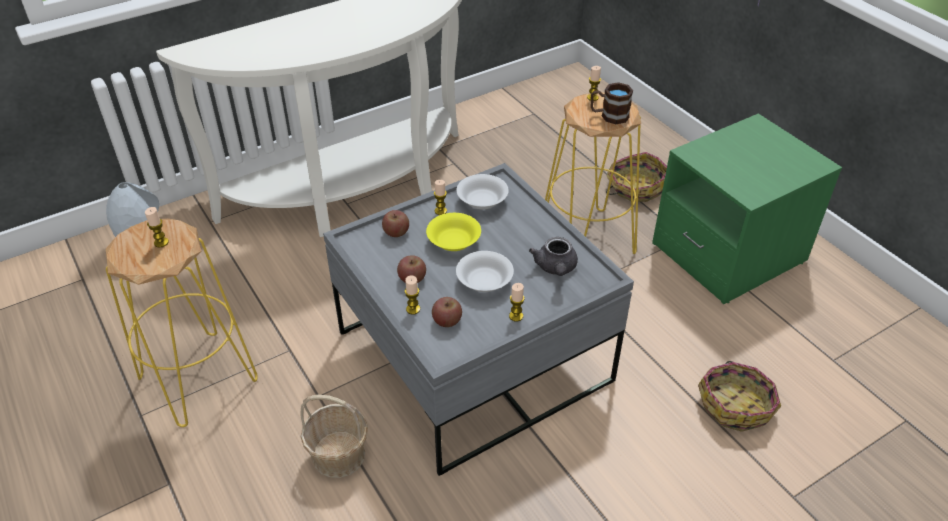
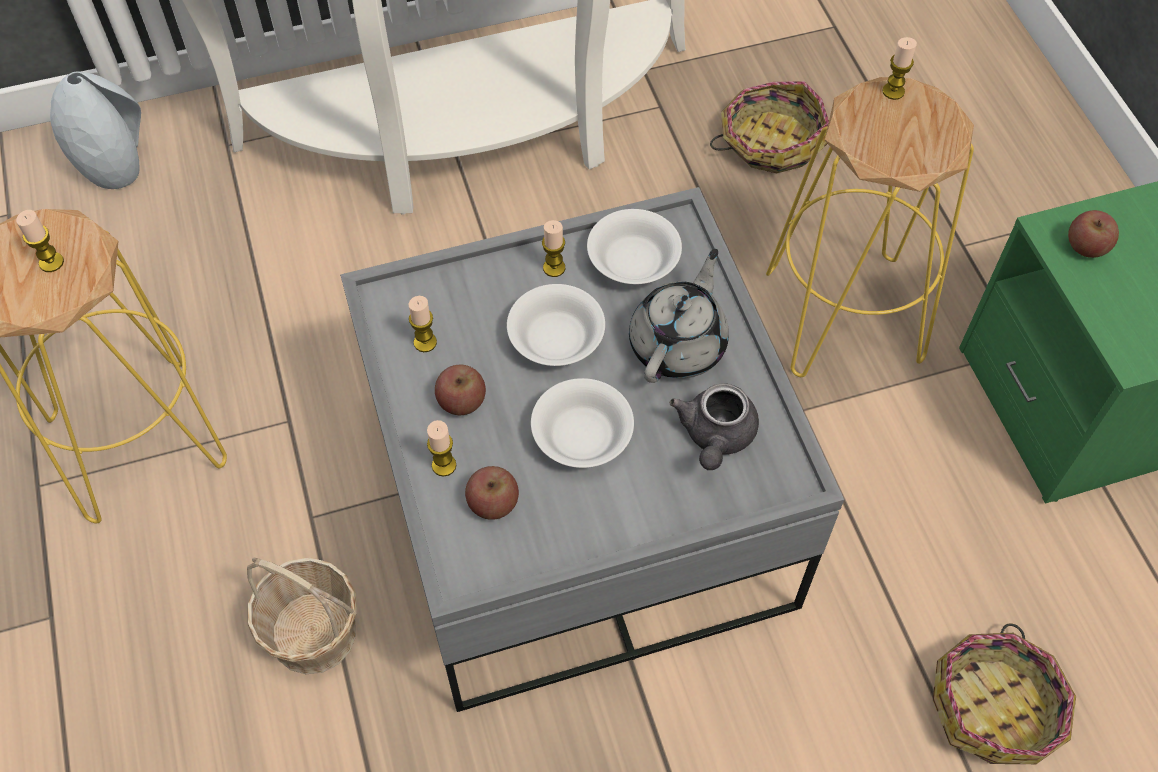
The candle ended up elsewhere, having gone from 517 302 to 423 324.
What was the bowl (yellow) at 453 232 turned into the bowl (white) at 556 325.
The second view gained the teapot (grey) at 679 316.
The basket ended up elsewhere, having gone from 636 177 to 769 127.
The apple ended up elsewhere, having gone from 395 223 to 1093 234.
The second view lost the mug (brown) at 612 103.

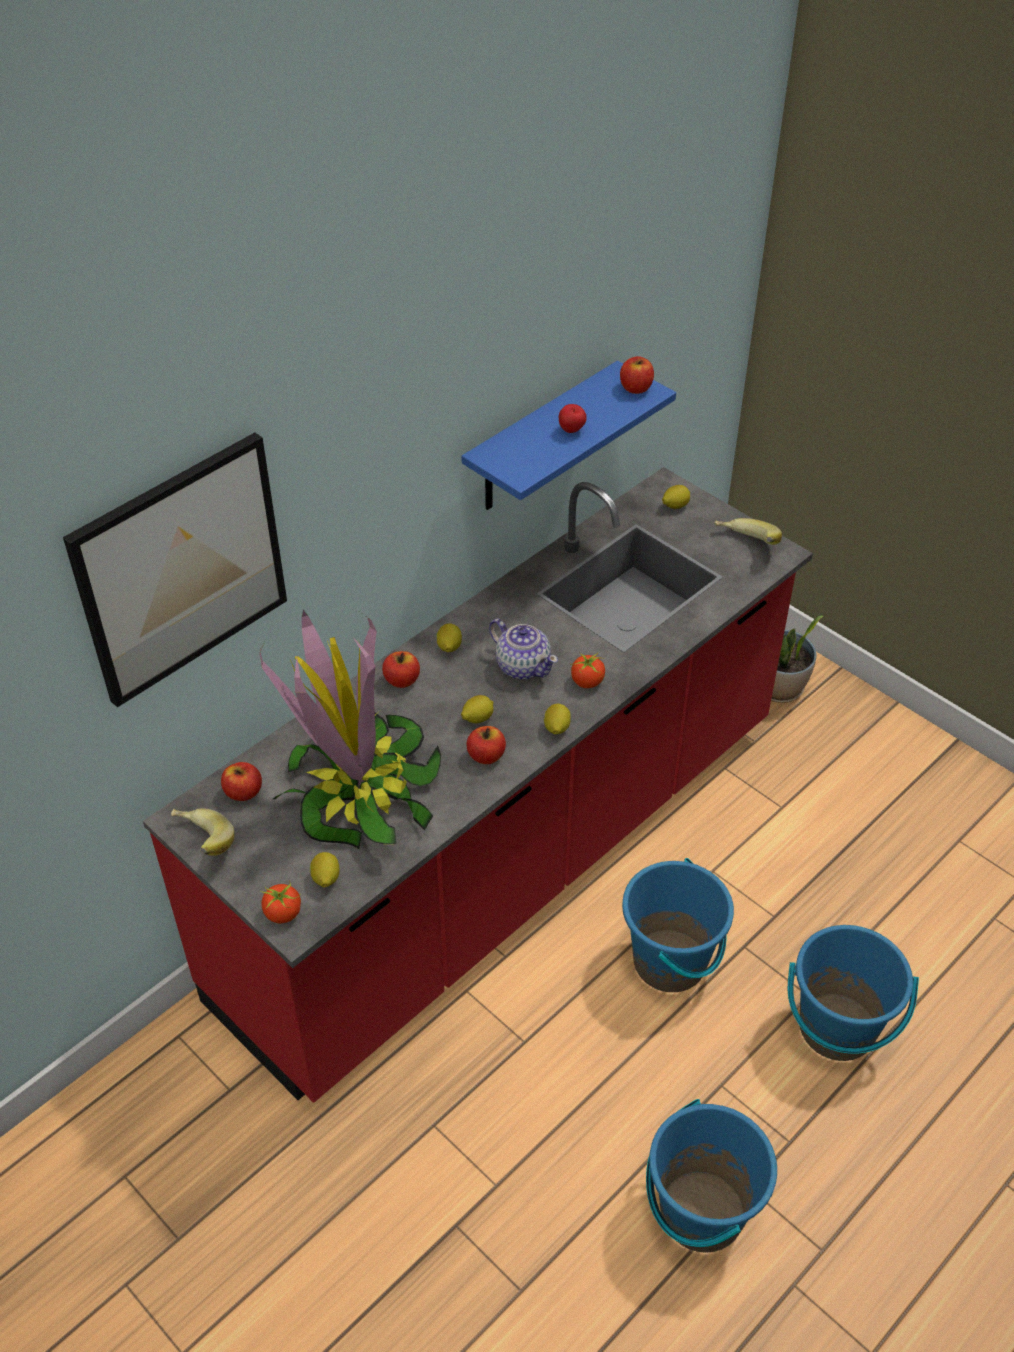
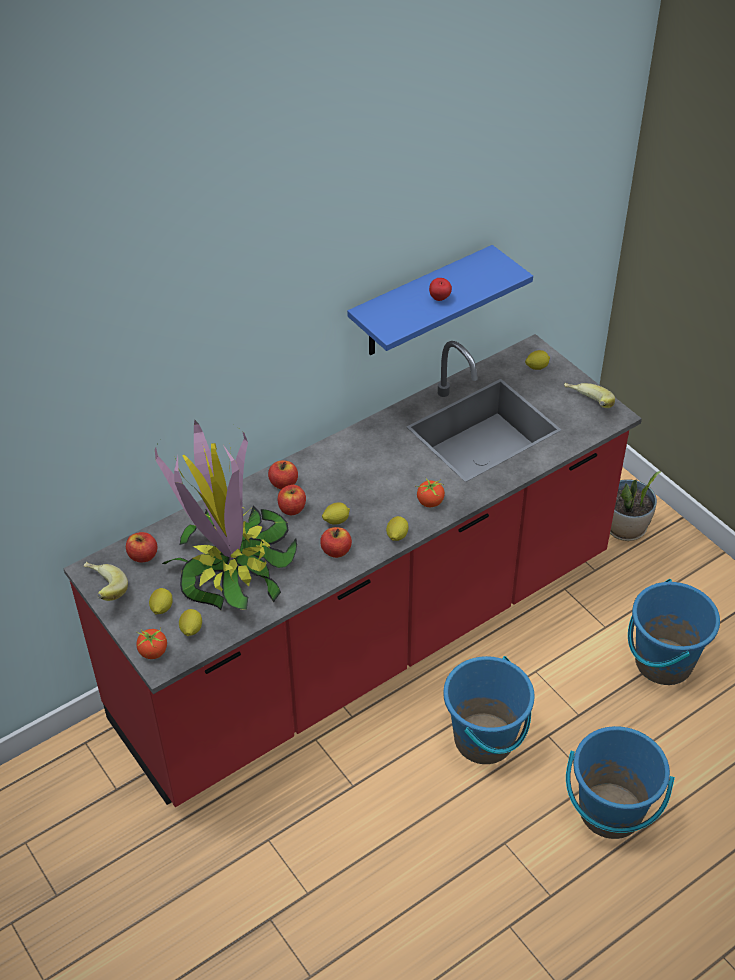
The lemon ended up elsewhere, having gone from 449 637 to 161 601.
The apple ended up elsewhere, having gone from 637 375 to 292 500.
The bucket (blue) ended up elsewhere, having gone from 711 1176 to 674 632.
The second view lost the picture at 175 570.
The second view lost the teapot at 523 649.

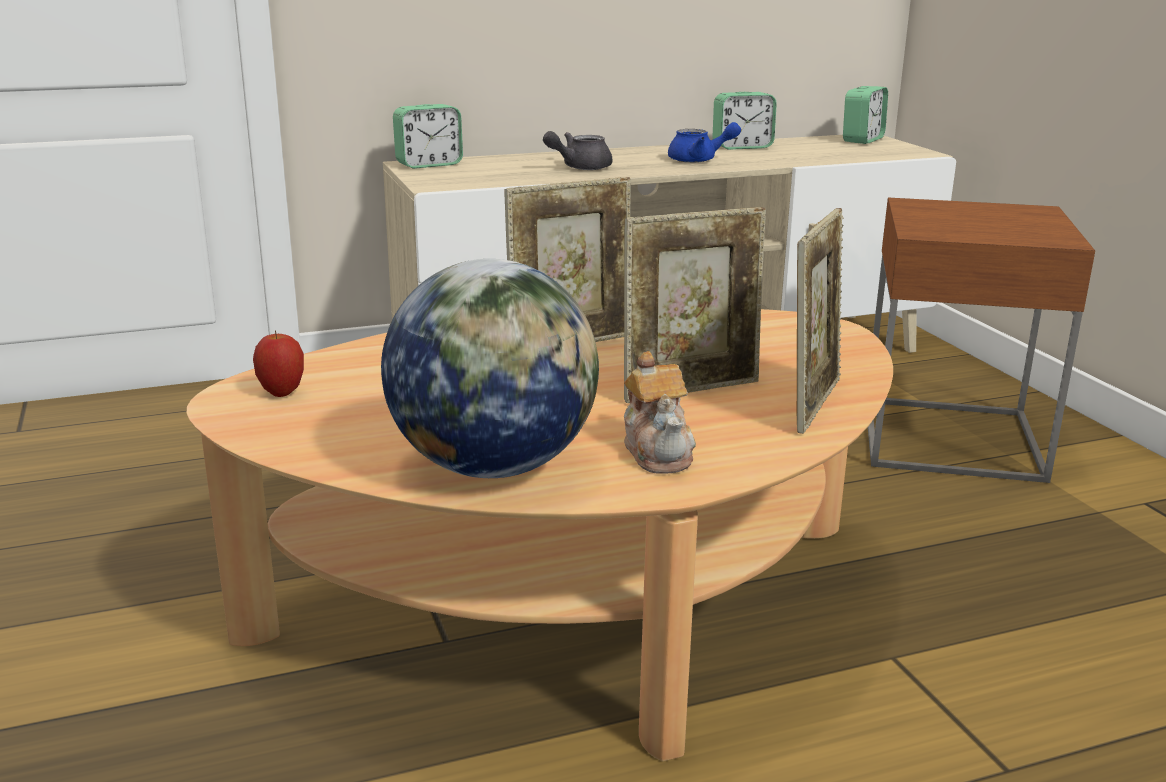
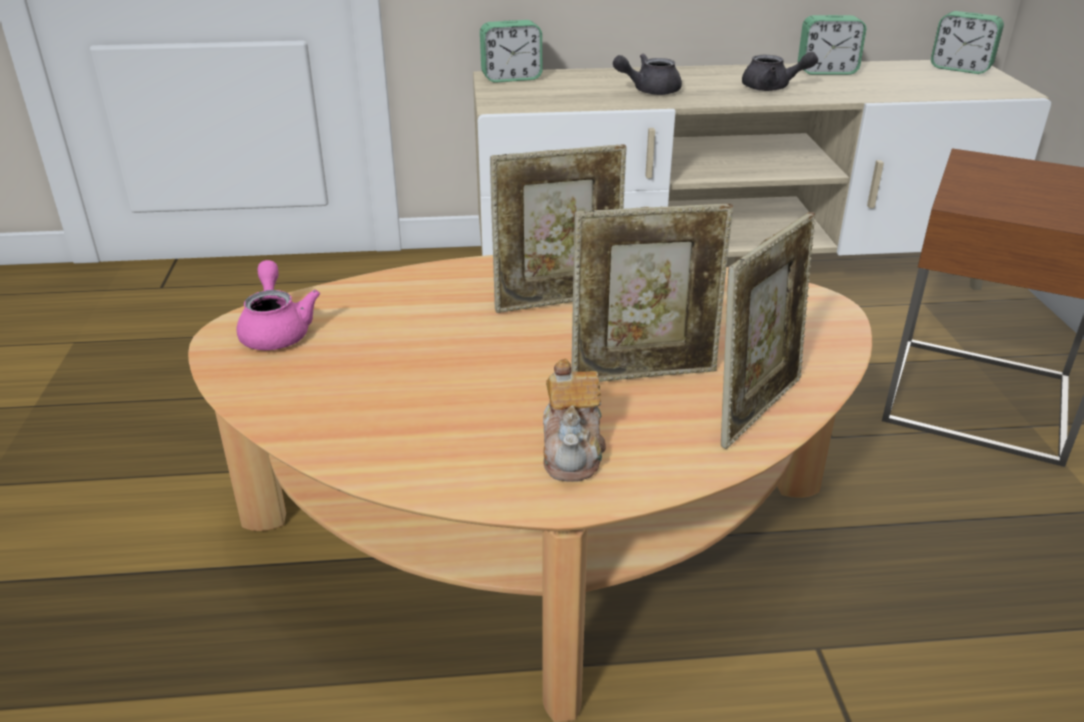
Where the apple stood at 278 363, the teapot (pink) came to stand at 278 305.
What was the teapot (blue) at 704 142 turned into the teapot (grey) at 780 71.
The alarm clock at 865 115 ended up facing another way, 75 degrees clockwise from before.
The second view lost the globe at 490 368.

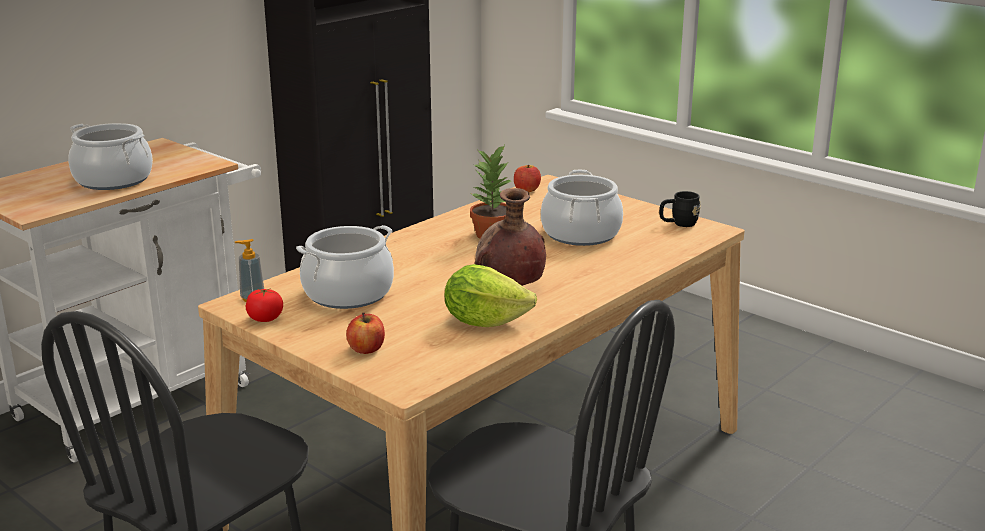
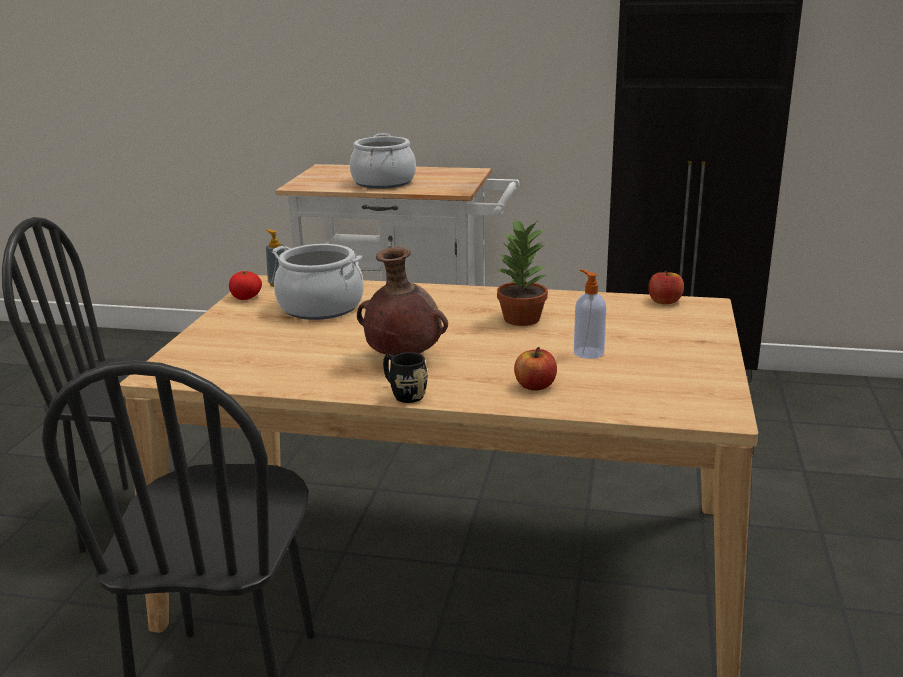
The mug (black) ended up elsewhere, having gone from 680 209 to 405 377.
The apple ended up elsewhere, having gone from 365 333 to 535 369.
Where the cooking pot stood at 582 208, the soap dispenser came to stand at 590 314.
The second view lost the lettuce at 491 295.

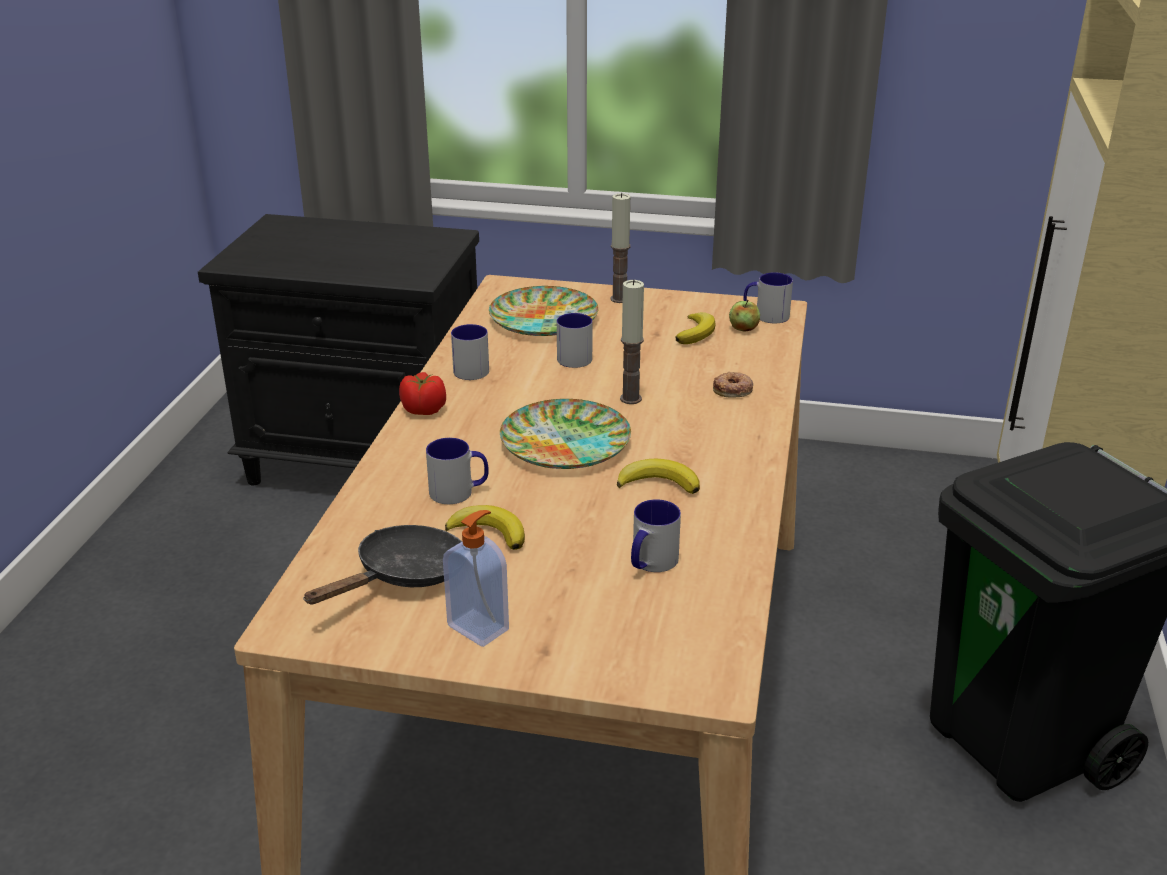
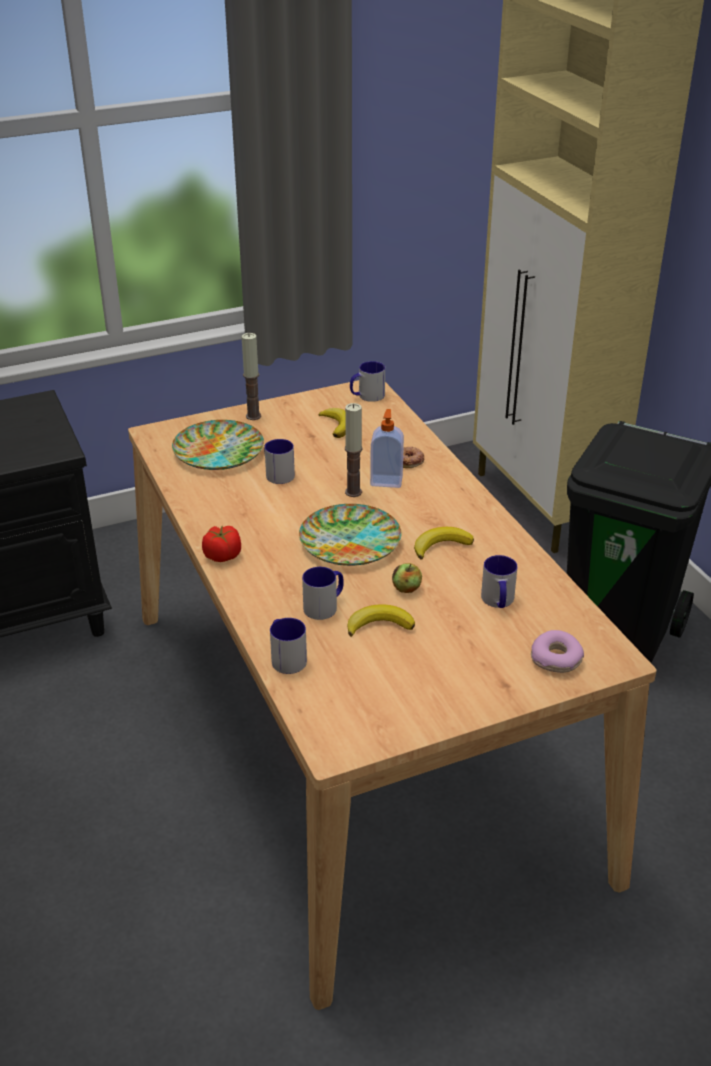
The mug ended up elsewhere, having gone from 470 352 to 288 646.
The soap dispenser ended up elsewhere, having gone from 476 578 to 387 448.
The apple ended up elsewhere, having gone from 744 316 to 407 578.
The second view gained the donut at 557 651.
The second view lost the frying pan (black) at 382 565.

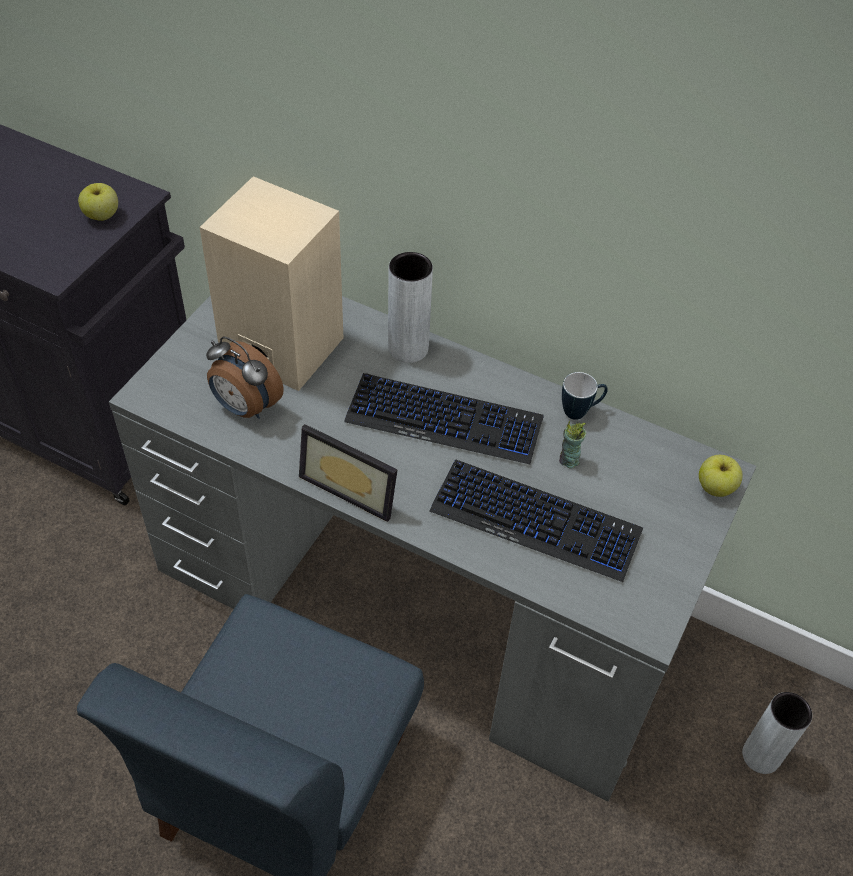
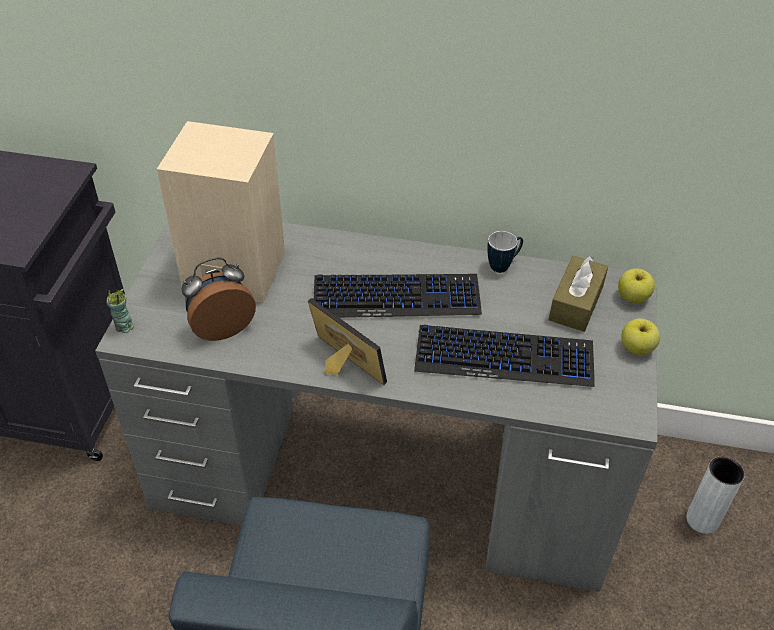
The cup ended up elsewhere, having gone from 572 445 to 120 311.
The alarm clock at 245 378 ended up facing another way, 135 degrees clockwise from before.
The picture frame at 348 473 ended up facing another way, 150 degrees counterclockwise from before.
The second view gained the tissue box (brown) at 578 294.
The apple ended up elsewhere, having gone from 98 202 to 640 336.
The second view lost the vase (grey) at 410 307.

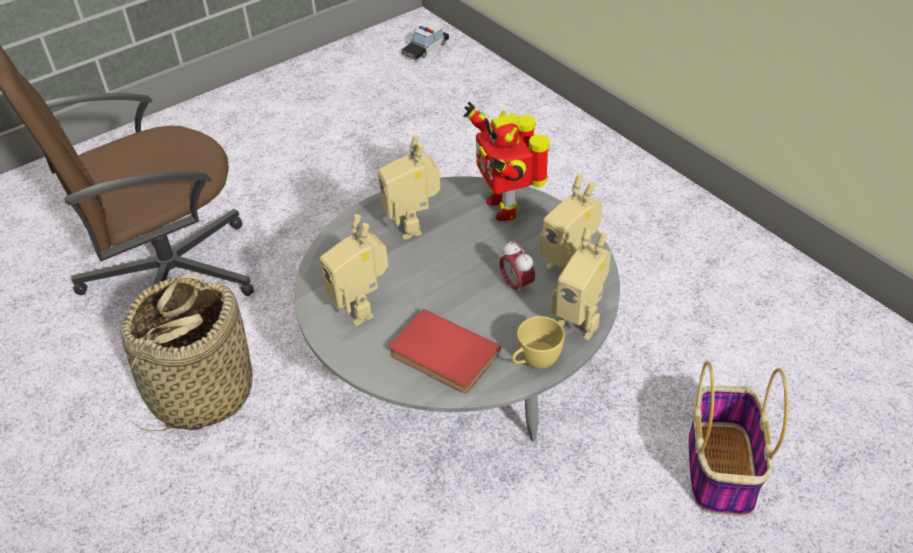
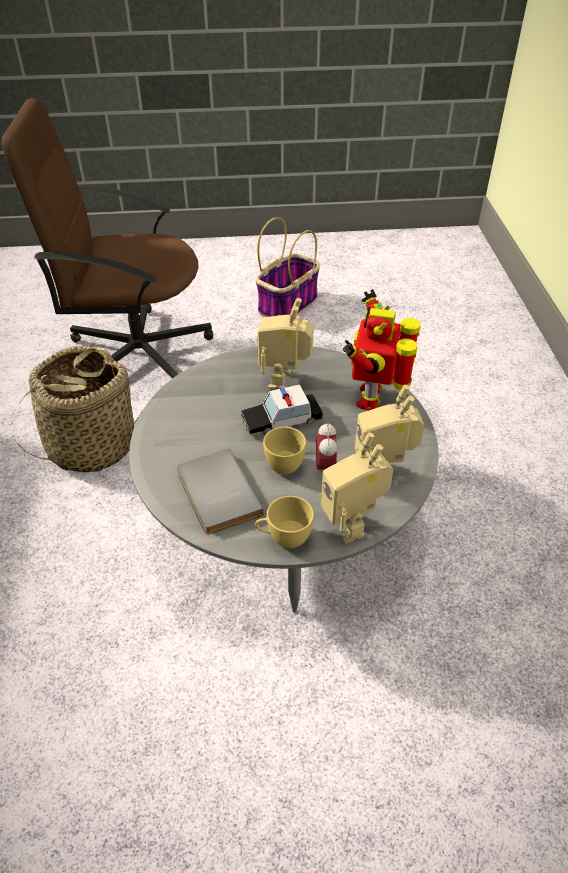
What was the book (red) at 445 351 turned into the book (grey) at 220 492.
The toy car ended up elsewhere, having gone from 425 42 to 282 410.
The basket ended up elsewhere, having gone from 738 438 to 287 267.
The second view gained the cup (yellow) at 284 450.
The second view lost the toy robot at 354 270.

